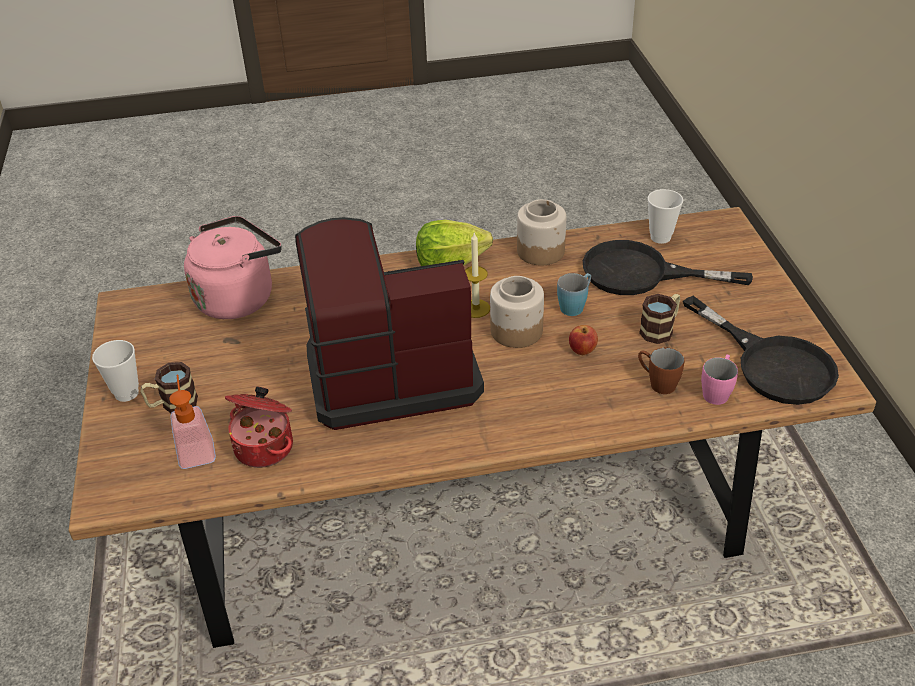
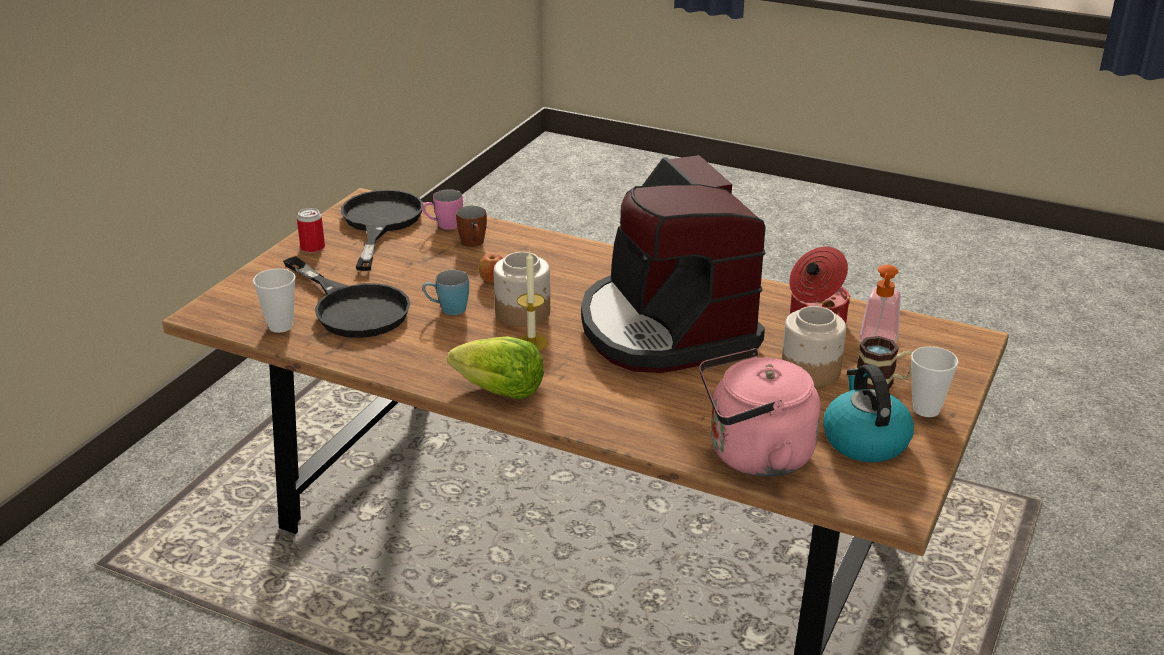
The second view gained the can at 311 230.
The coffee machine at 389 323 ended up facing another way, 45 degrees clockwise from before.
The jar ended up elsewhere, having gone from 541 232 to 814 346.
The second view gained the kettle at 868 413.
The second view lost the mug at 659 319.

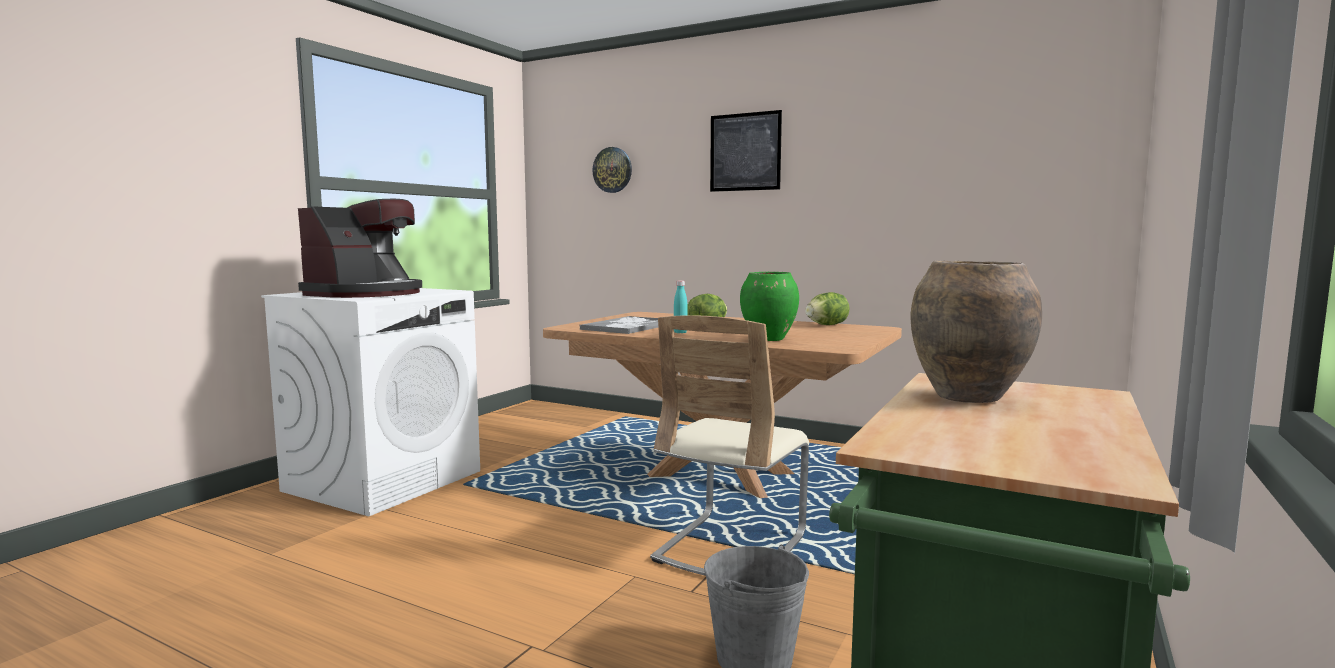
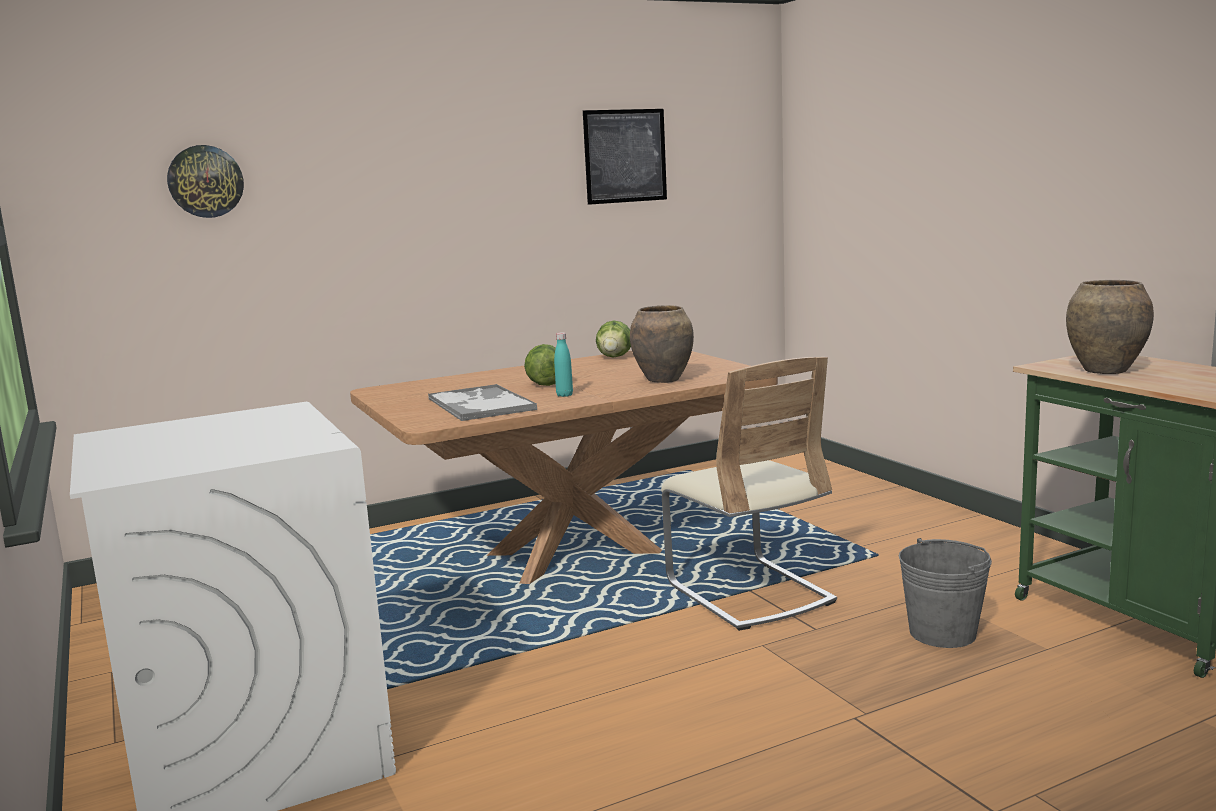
The picture ended up elsewhere, having gone from 746 151 to 625 157.
What was the vase (green) at 769 306 turned into the vase (brown) at 662 344.
The second view lost the coffee machine at 360 248.

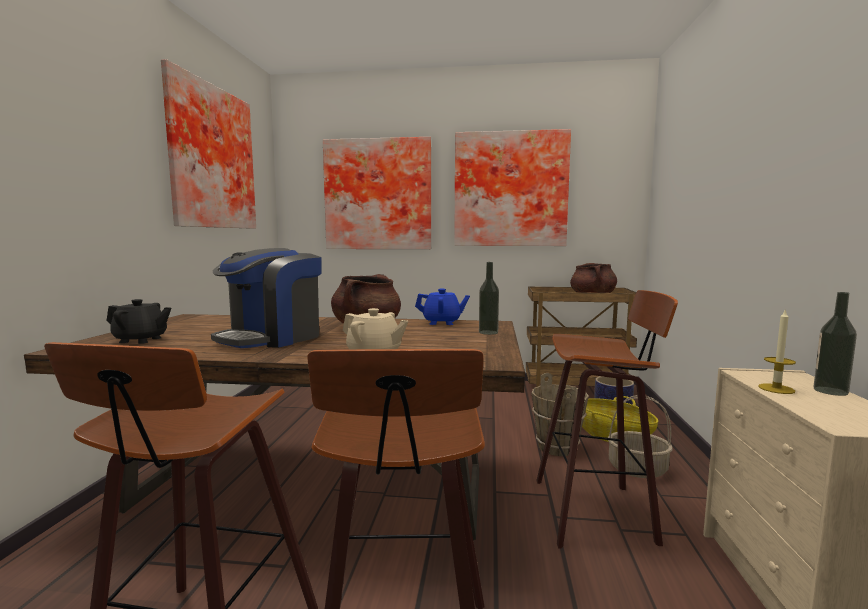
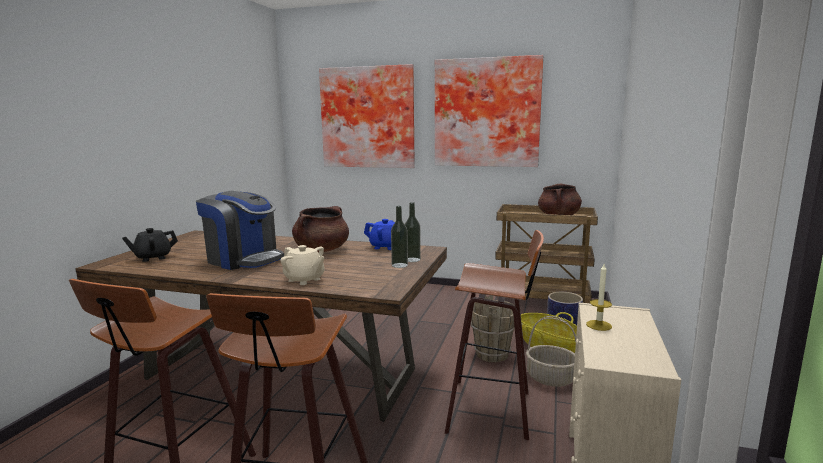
The teapot (black) at 139 321 ended up facing another way, 135 degrees clockwise from before.
The coffee machine at 266 298 ended up facing another way, 105 degrees counterclockwise from before.
The bottle ended up elsewhere, having gone from 835 344 to 399 237.
The second view lost the picture at 208 144.

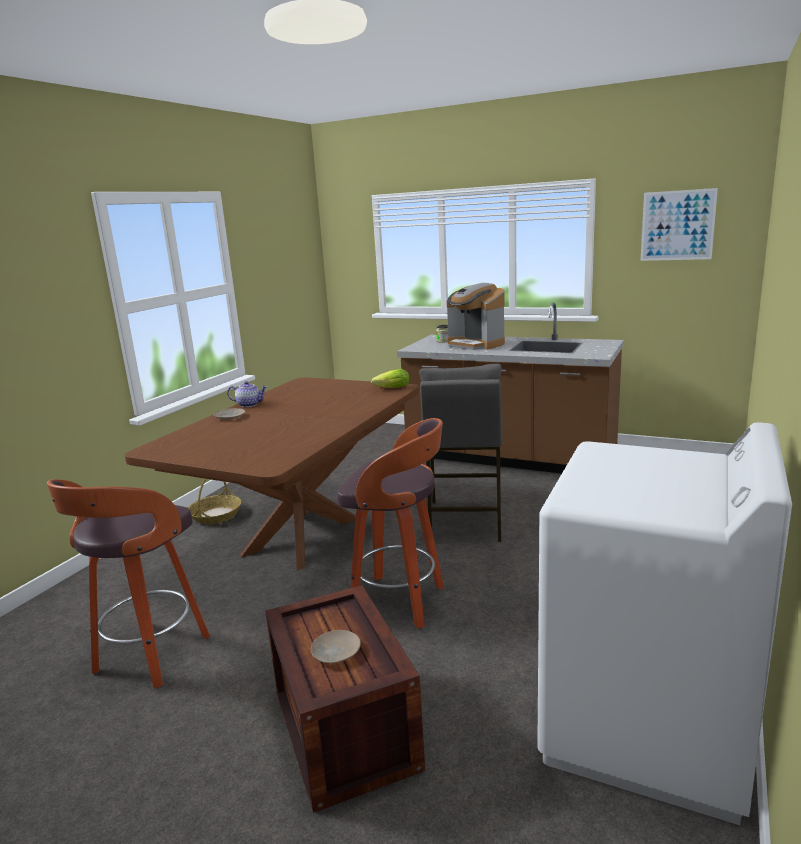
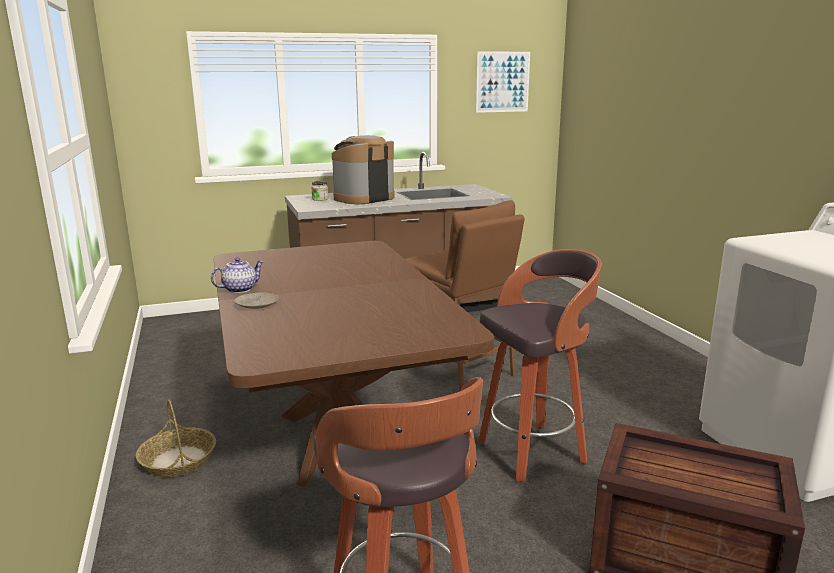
The coffee machine at 476 316 ended up facing another way, 135 degrees clockwise from before.
What was the stool (grey) at 461 453 turned into the stool (brown) at 464 295.
The second view lost the plate (beige) at 336 646.
The second view lost the lettuce at 390 378.

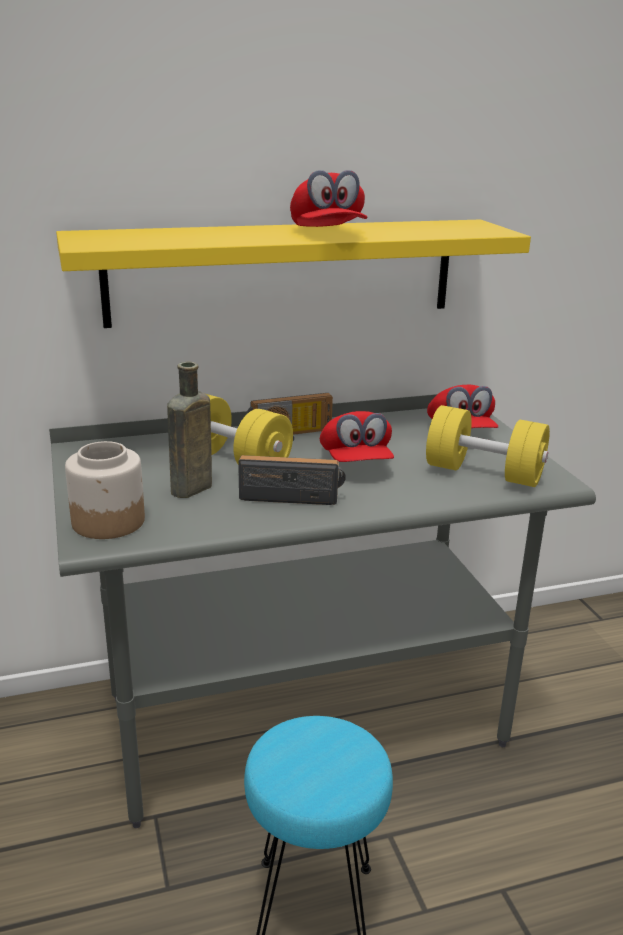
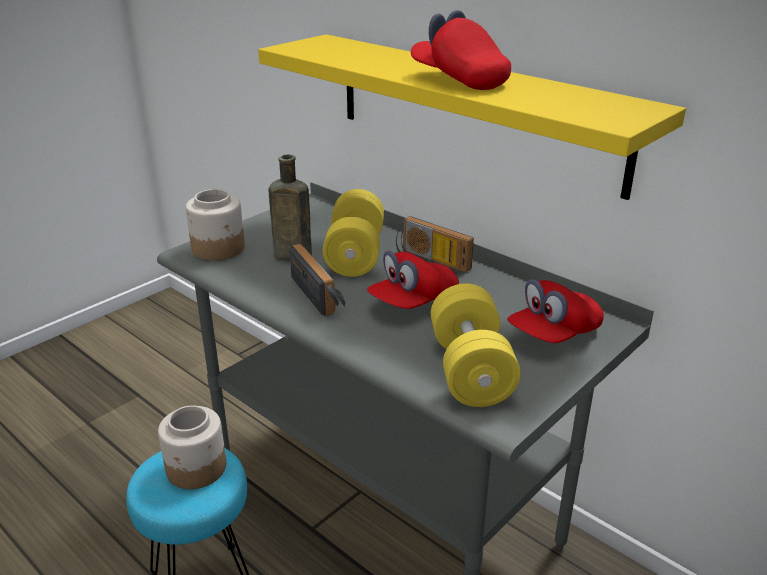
The second view gained the jar at 192 447.
The cap (red) at 328 198 ended up facing another way, 90 degrees clockwise from before.

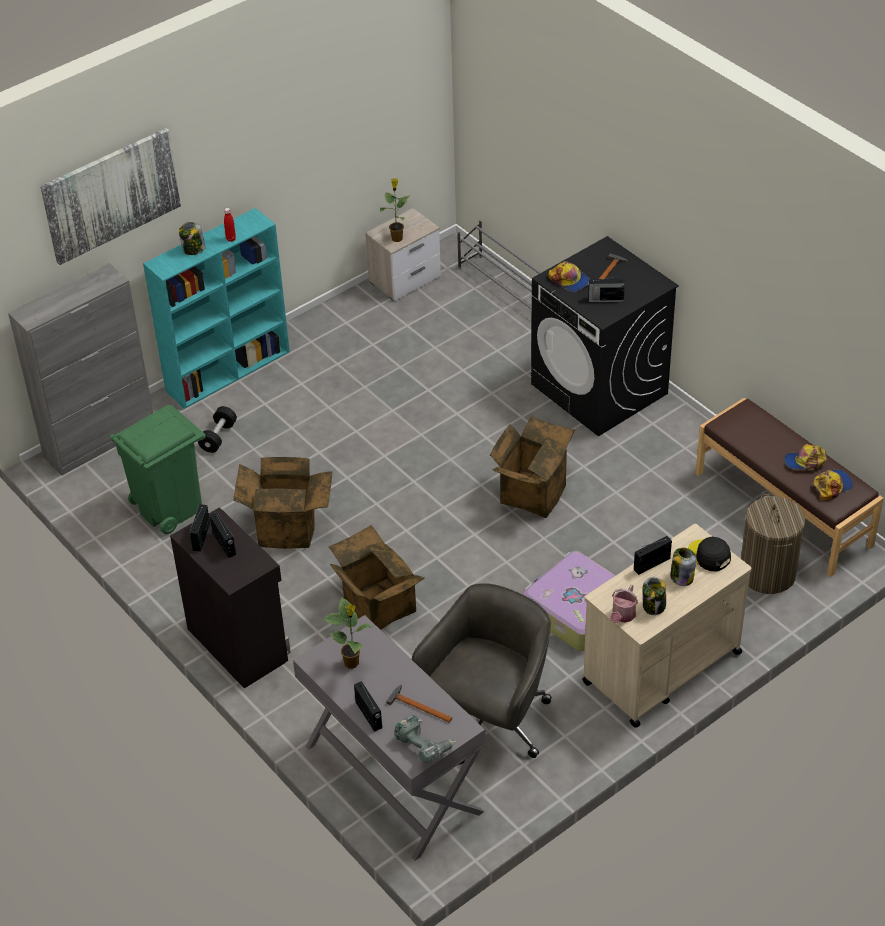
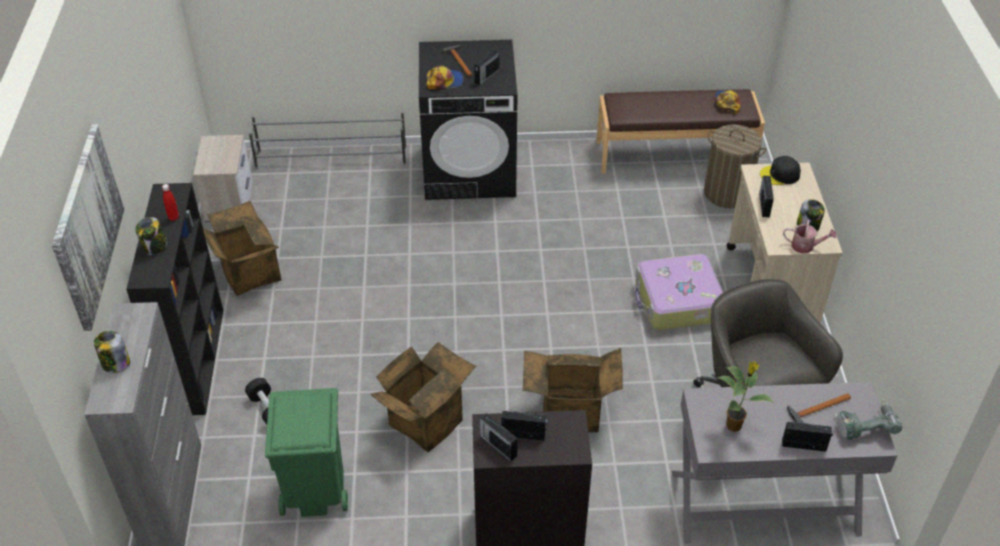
The jar ended up elsewhere, having gone from 683 567 to 112 352.
What was the bookcase (turquoise) at 216 308 turned into the bookcase (black) at 174 299.
The cardboard box ended up elsewhere, having gone from 532 467 to 242 248.
The watering can at 624 604 ended up facing another way, 45 degrees counterclockwise from before.
The second view lost the potted plant at 395 210.
The second view lost the cap at 805 456.

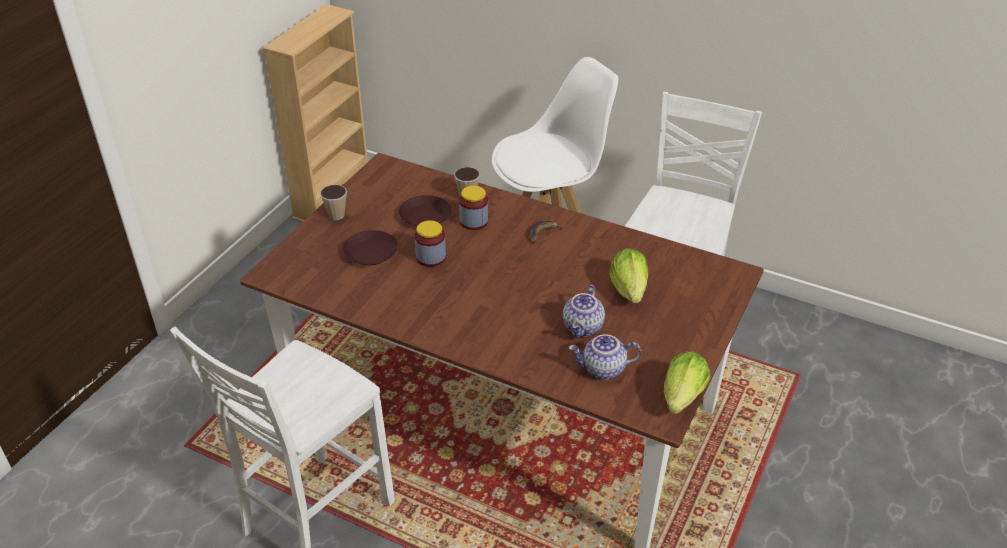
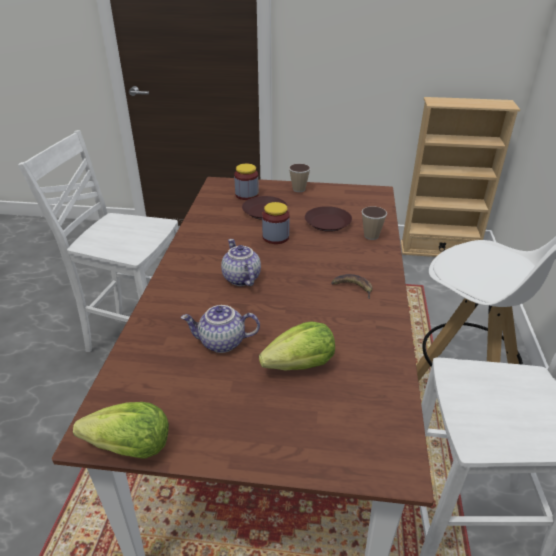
The teapot ended up elsewhere, having gone from 605 357 to 241 262.
The jar ended up elsewhere, having gone from 473 207 to 246 182.

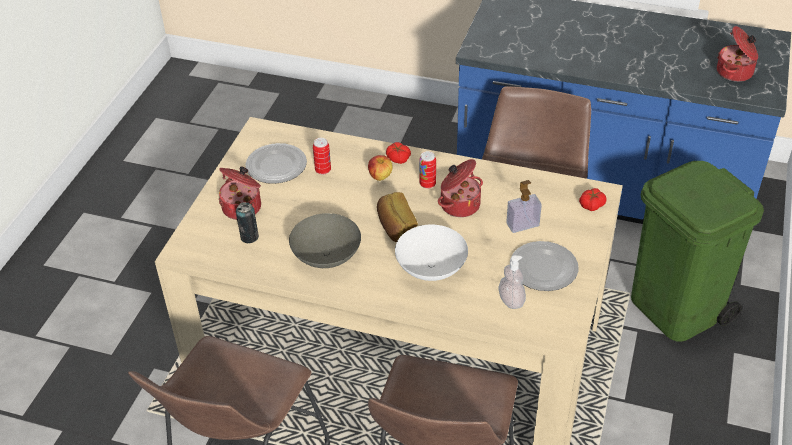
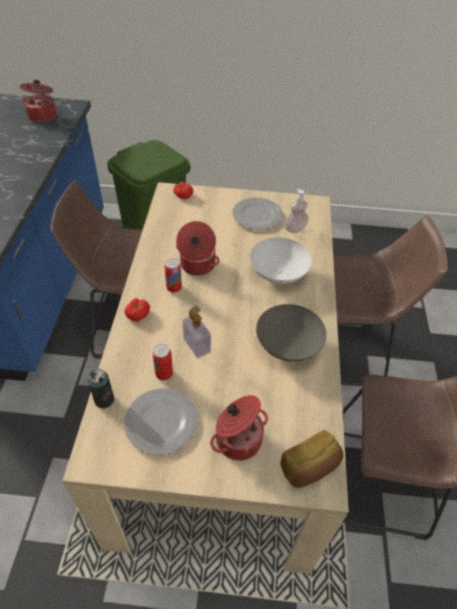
The can ended up elsewhere, having gone from 247 222 to 100 388.
The soap dispenser ended up elsewhere, having gone from 524 206 to 197 331.
The bread ended up elsewhere, having gone from 397 217 to 312 459.
The second view lost the apple at 380 168.

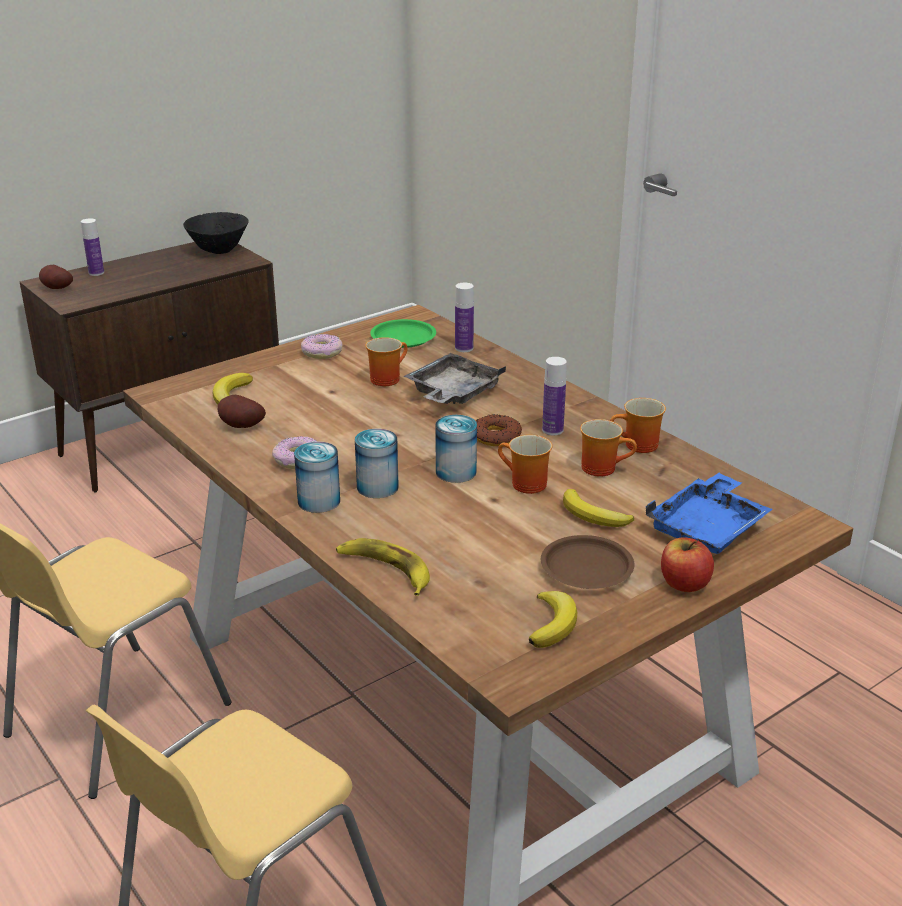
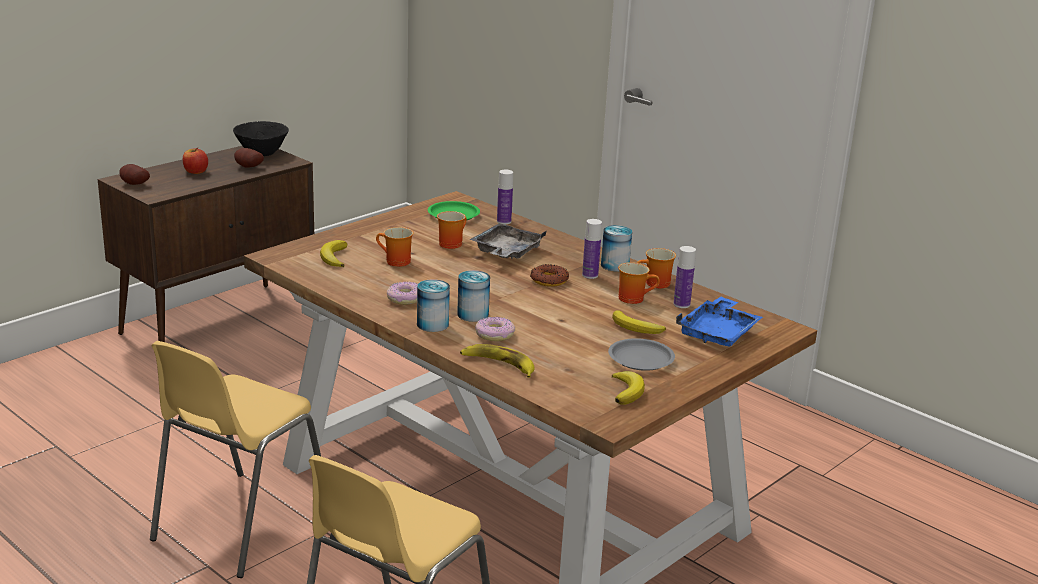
The apple ended up elsewhere, having gone from 687 564 to 195 160.
The potato ended up elsewhere, having gone from 242 411 to 249 158.
The mug ended up elsewhere, having gone from 525 464 to 395 247.
The donut ended up elsewhere, having gone from 321 346 to 495 329.
The can ended up elsewhere, having gone from 456 449 to 616 248.
What was the plate (brown) at 587 562 turned into the plate (grey) at 641 354.
The bottle ended up elsewhere, having gone from 92 247 to 685 277.

